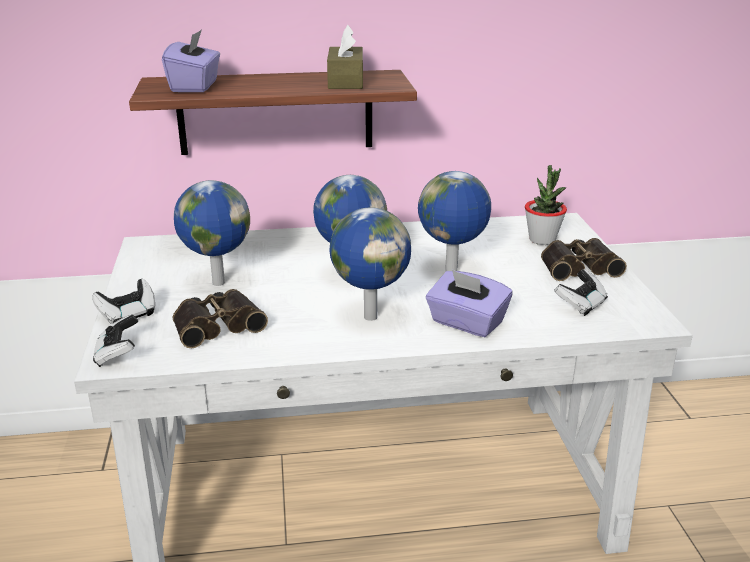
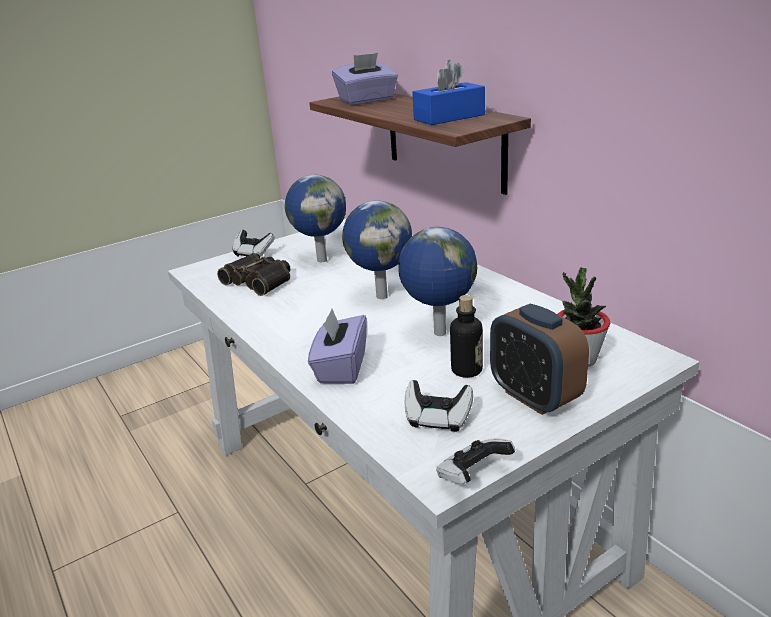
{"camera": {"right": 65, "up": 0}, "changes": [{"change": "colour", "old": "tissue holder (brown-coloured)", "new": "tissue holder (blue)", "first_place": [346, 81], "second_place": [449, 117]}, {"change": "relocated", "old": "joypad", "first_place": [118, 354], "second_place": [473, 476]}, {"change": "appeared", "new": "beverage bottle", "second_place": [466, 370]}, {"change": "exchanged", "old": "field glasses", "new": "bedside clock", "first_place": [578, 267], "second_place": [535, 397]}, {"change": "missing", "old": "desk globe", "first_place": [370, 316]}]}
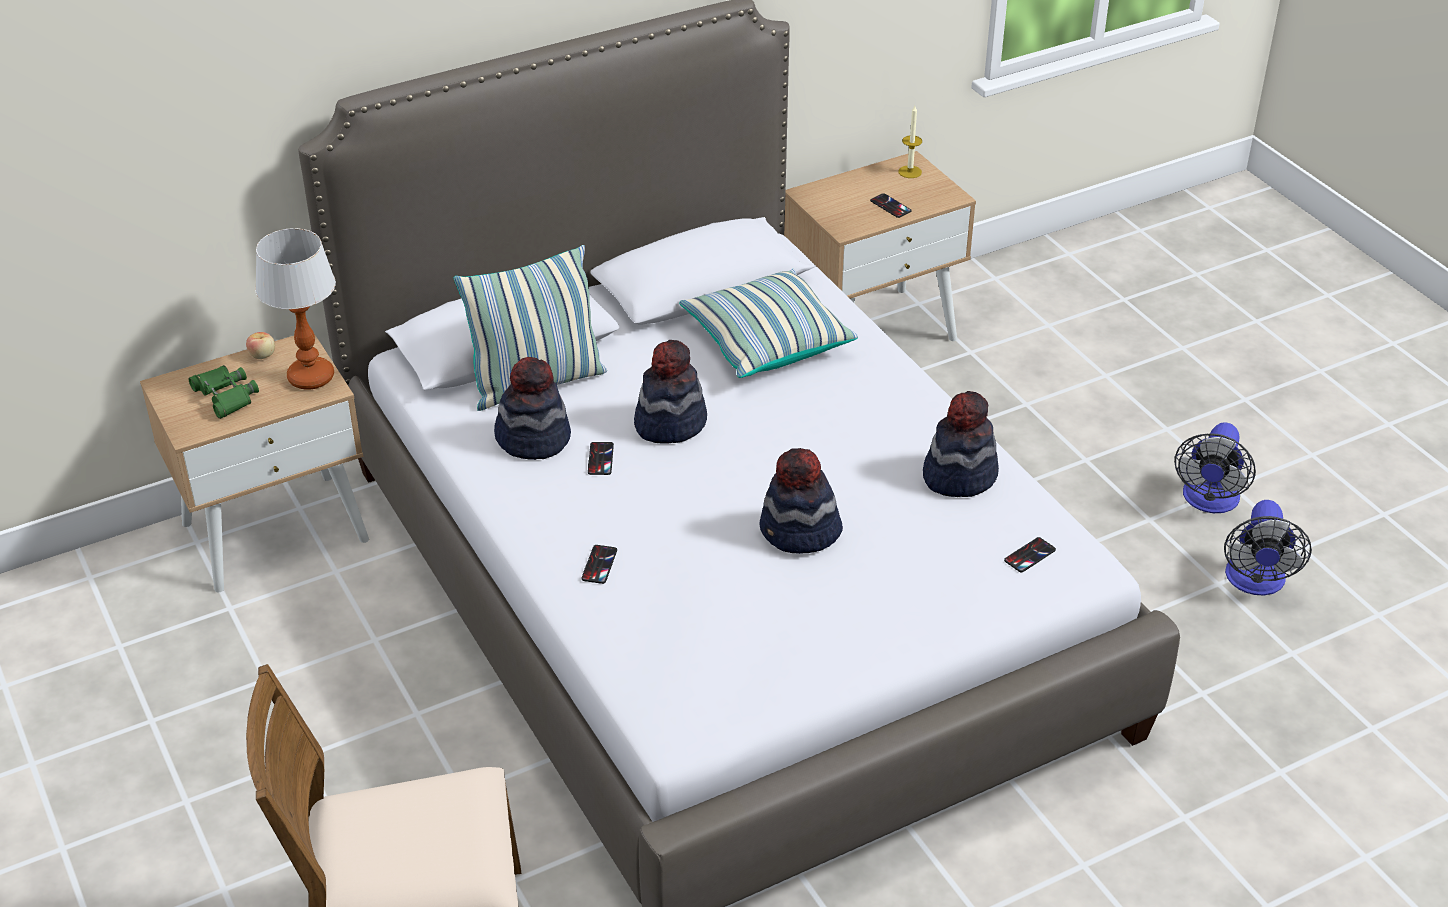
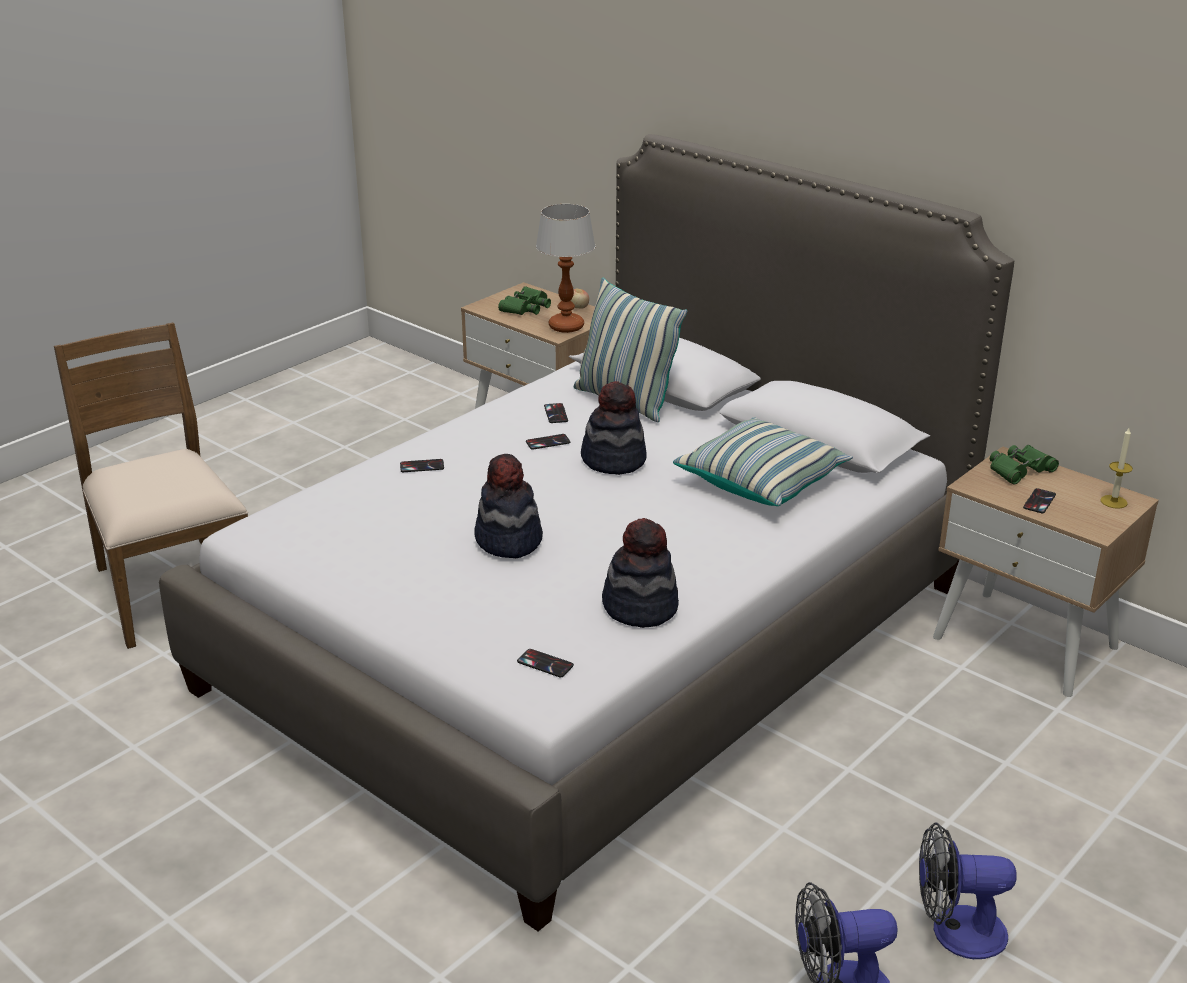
{"camera": {"right": 70, "up": -10}, "changes": [{"change": "exchanged", "old": "clothing hat", "new": "phone", "first_place": [533, 438], "second_place": [556, 413]}, {"change": "appeared", "new": "field glasses (greenish)", "second_place": [1020, 470]}]}
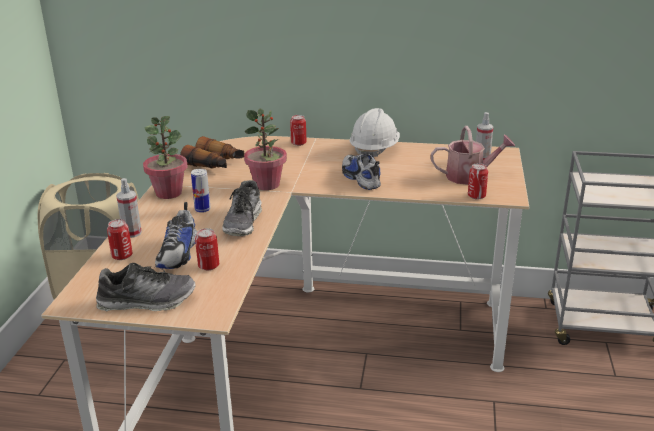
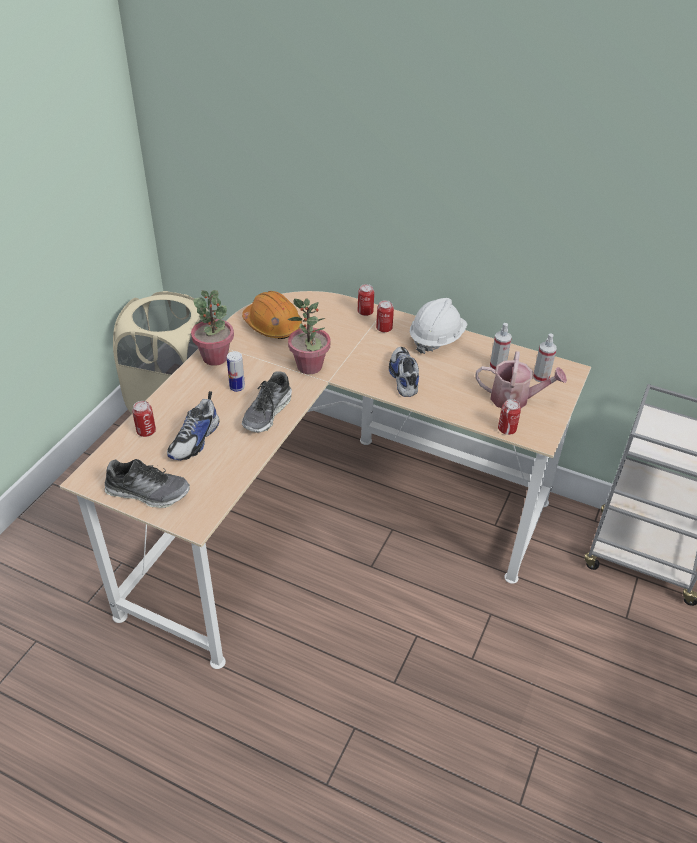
{"camera": {"right": 15, "up": 15}, "changes": [{"change": "exchanged", "old": "field glasses", "new": "hard hat (orangey)", "first_place": [215, 164], "second_place": [272, 325]}, {"change": "relocated", "old": "sealed can", "first_place": [208, 266], "second_place": [384, 328]}, {"change": "relocated", "old": "hand sprayer", "first_place": [132, 233], "second_place": [497, 366]}]}
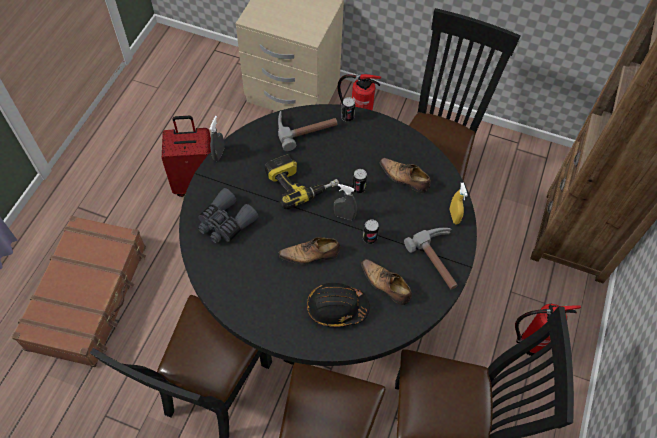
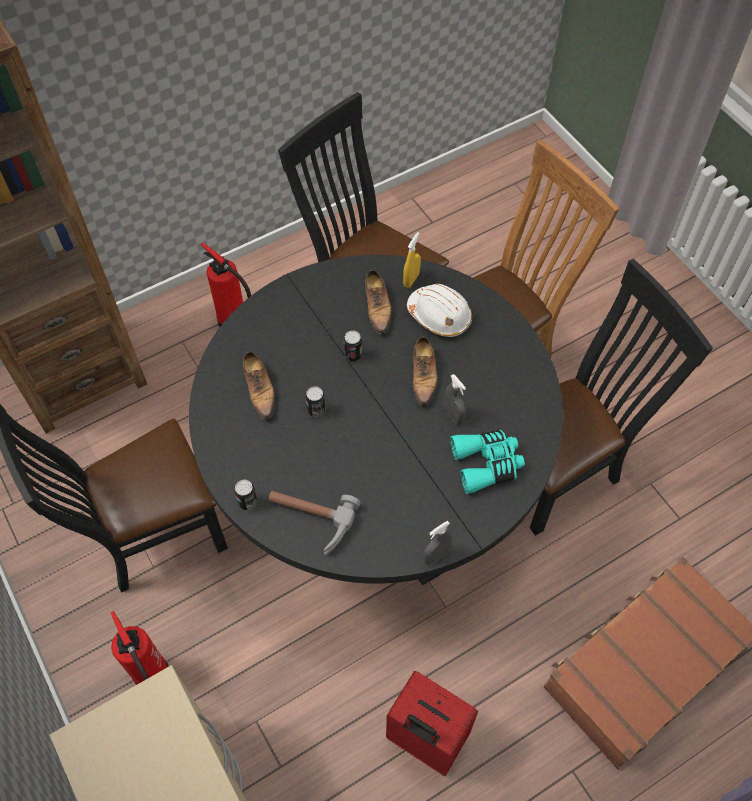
{"camera": {"right": -140, "up": 0}, "changes": [{"change": "relocated", "old": "hand sprayer (yellowish)", "first_place": [454, 216], "second_place": [411, 280]}, {"change": "colour", "old": "hard hat (black)", "new": "hard hat (white)", "first_place": [336, 308], "second_place": [439, 316]}, {"change": "spun", "old": "item of footwear", "first_place": [311, 255], "second_place": [424, 375], "degrees": 60}, {"change": "relocated", "old": "hand sprayer (greyish)", "first_place": [344, 216], "second_place": [453, 415]}, {"change": "colour", "old": "field glasses (greyish)", "new": "field glasses (blue-green)", "first_place": [225, 223], "second_place": [487, 464]}, {"change": "missing", "old": "power drill", "first_place": [300, 183]}, {"change": "missing", "old": "tool hammer", "first_place": [440, 260]}]}
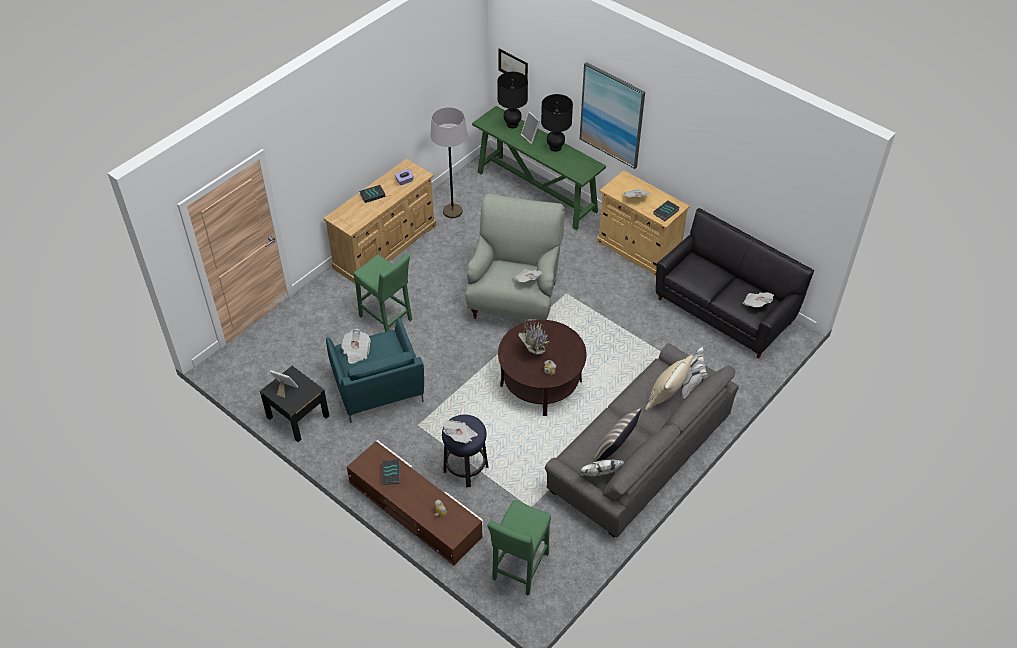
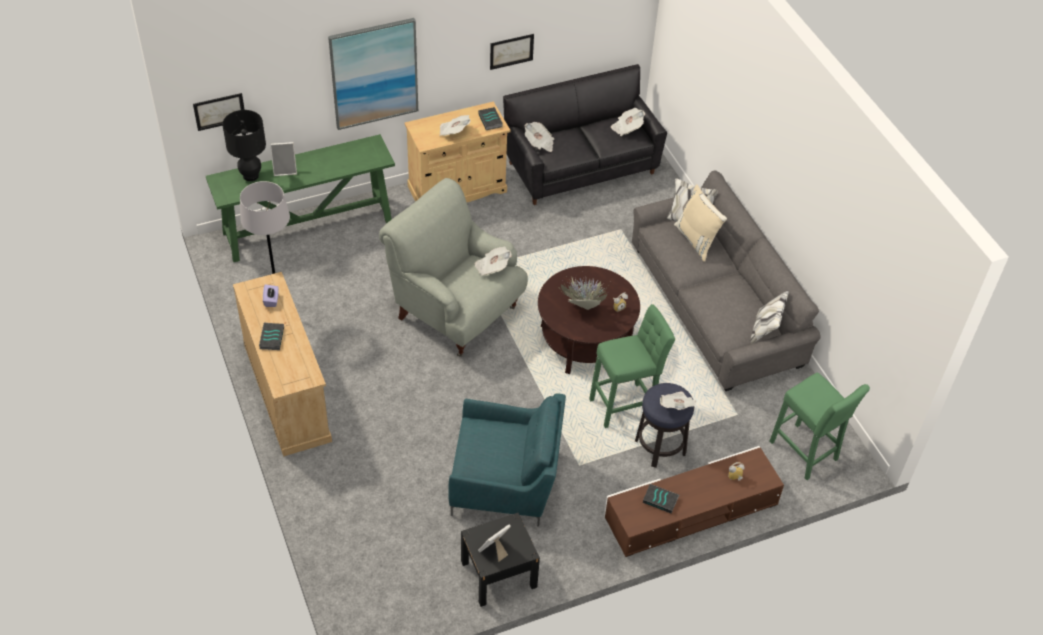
{"camera": {"right": -65, "up": 0}, "changes": [{"change": "appeared", "new": "wall art", "second_place": [511, 51]}, {"change": "relocated", "old": "printed paper", "first_place": [356, 352], "second_place": [539, 143]}, {"change": "relocated", "old": "stool seat (greenish)", "first_place": [387, 320], "second_place": [626, 405]}, {"change": "missing", "old": "lamp for a table (black)", "first_place": [555, 147]}, {"change": "missing", "old": "throw pillow", "first_place": [615, 450]}]}
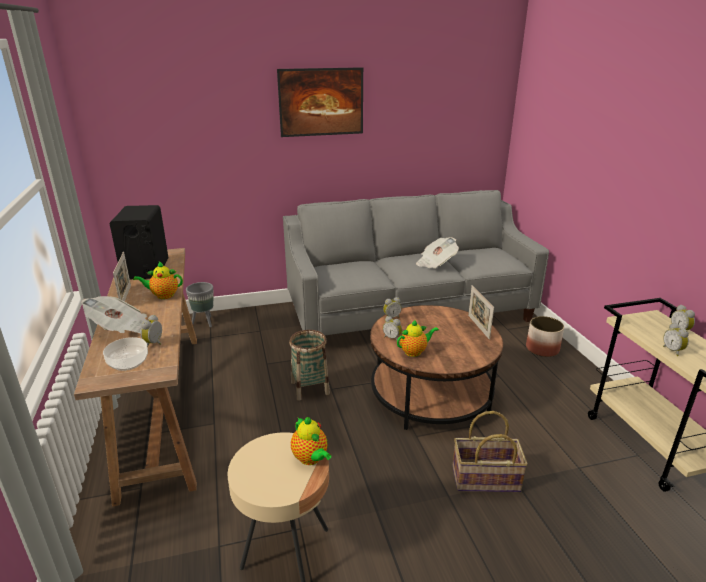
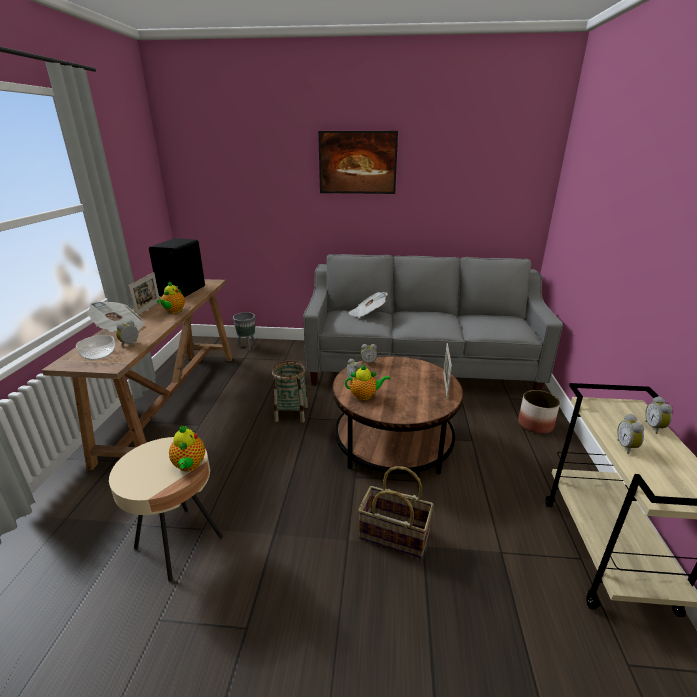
{"camera": {"right": 20, "up": 0}, "changes": [{"change": "spun", "old": "pot for tea", "first_place": [163, 295], "second_place": [173, 311], "degrees": -90}, {"change": "relocated", "old": "printed paper", "first_place": [436, 263], "second_place": [367, 314]}]}
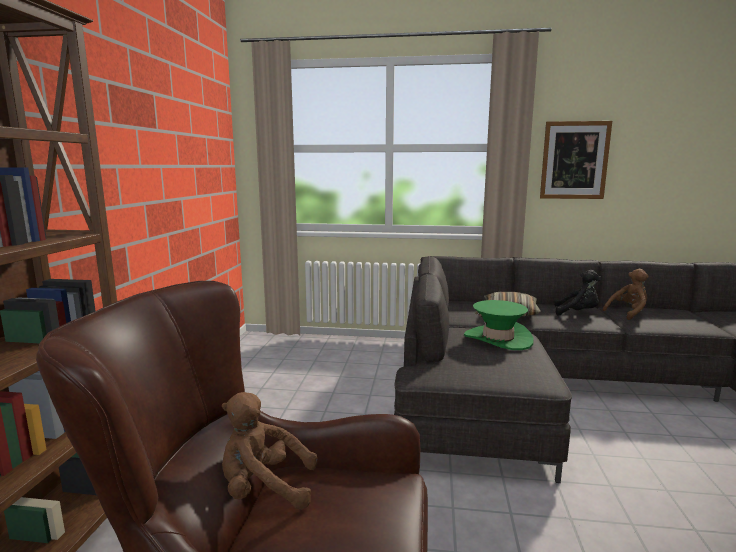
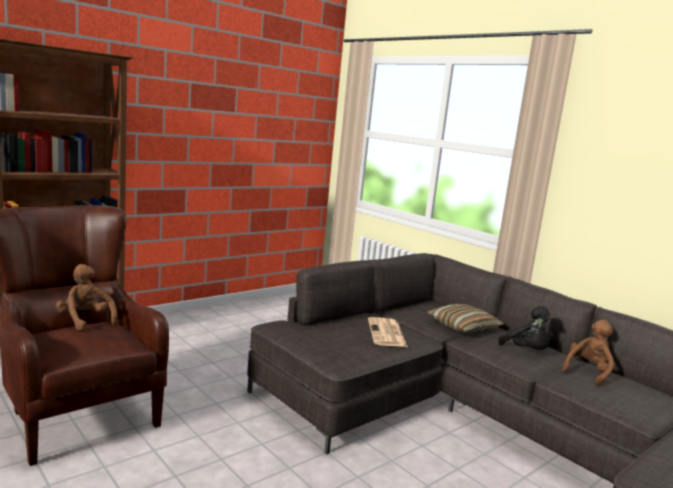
{"camera": {"right": 40, "up": 0}, "changes": [{"change": "exchanged", "old": "clothing hat (greenish)", "new": "printed paper", "first_place": [498, 339], "second_place": [387, 333]}, {"change": "spun", "old": "soft toy (brown-coloured)", "first_place": [628, 313], "second_place": [588, 373], "degrees": -60}, {"change": "missing", "old": "wall art", "first_place": [574, 160]}]}
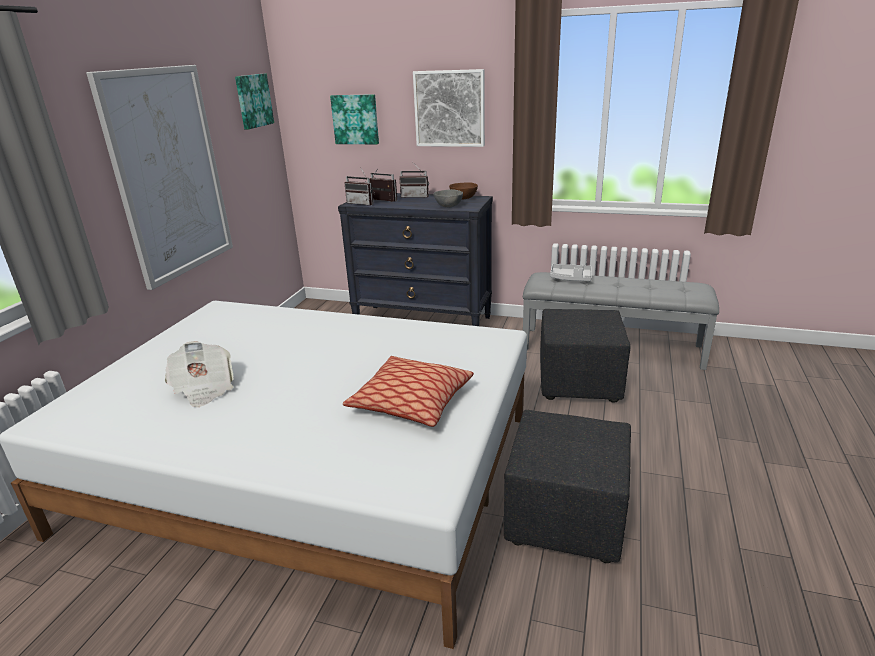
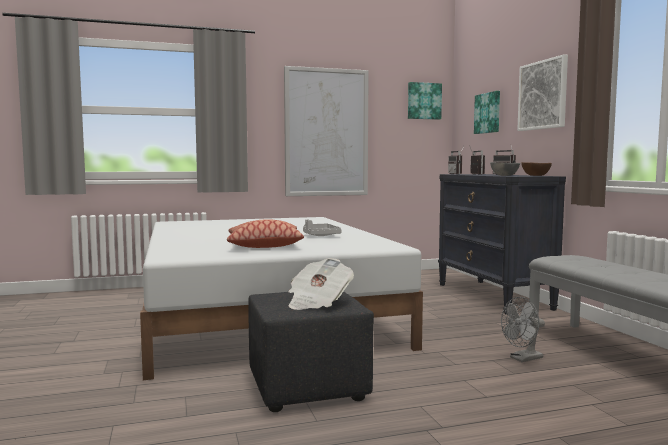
{"camera": {"right": 55, "up": -20}, "changes": [{"change": "relocated", "old": "printed paper", "first_place": [203, 389], "second_place": [318, 302]}, {"change": "relocated", "old": "tray (greyish)", "first_place": [571, 278], "second_place": [319, 235]}, {"change": "exchanged", "old": "footrest (black)", "new": "cooling fan (greyish)", "first_place": [579, 383], "second_place": [523, 359]}]}
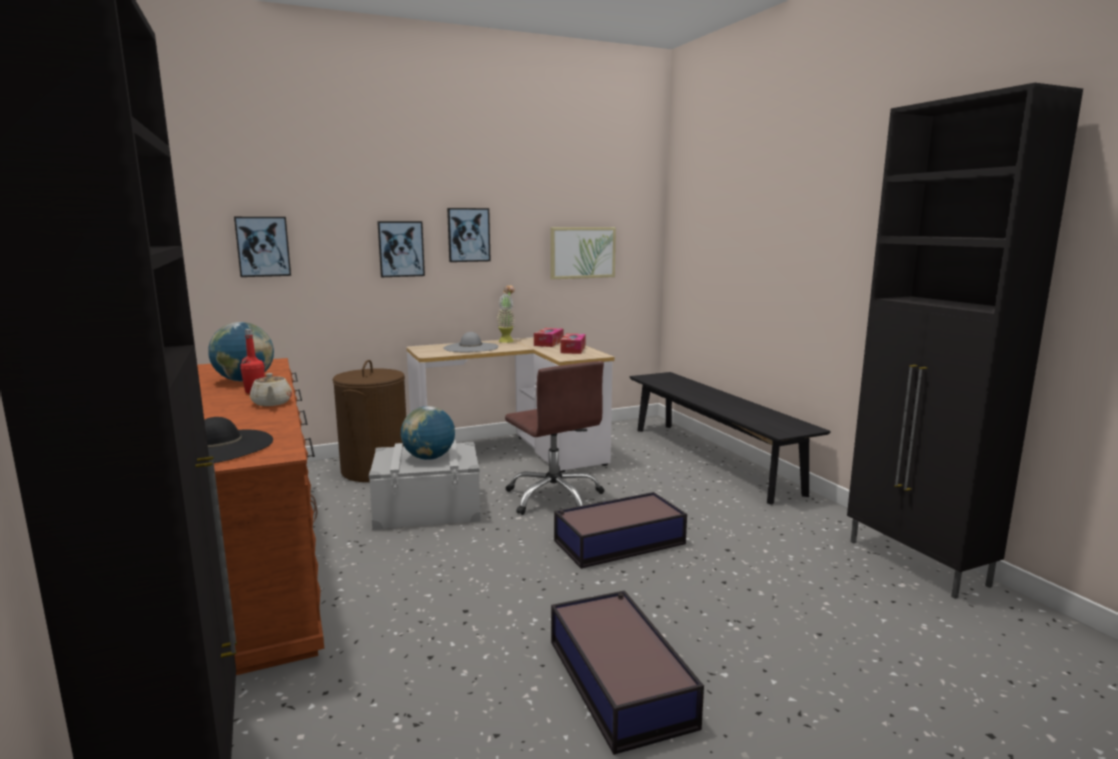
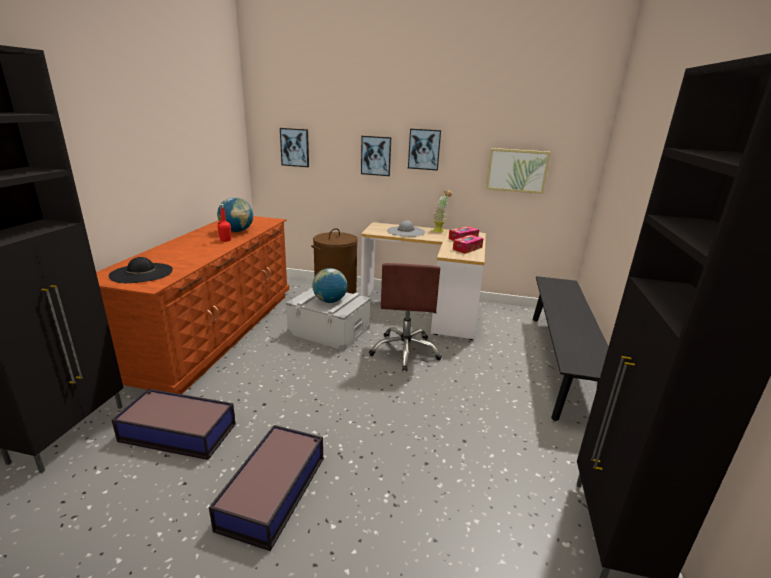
{"camera": {"right": 35, "up": 10}, "changes": [{"change": "relocated", "old": "storage box", "first_place": [617, 542], "second_place": [177, 432]}, {"change": "missing", "old": "pot for tea (beige)", "first_place": [272, 403]}]}
